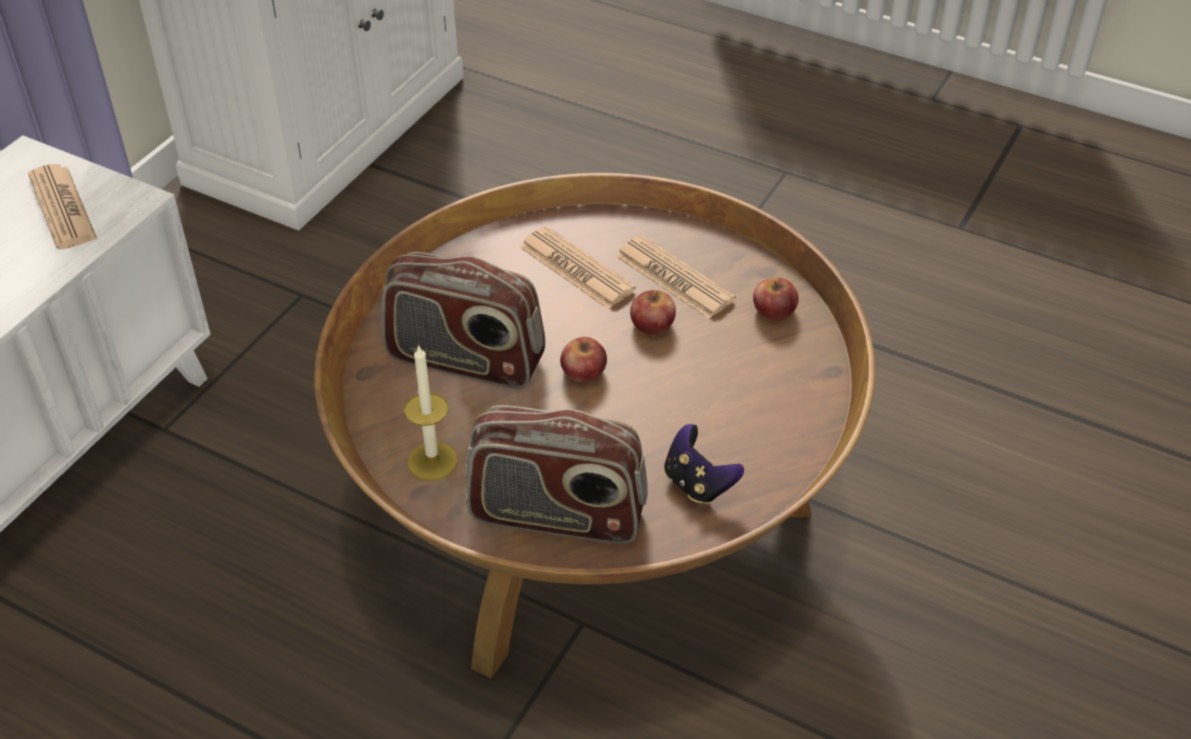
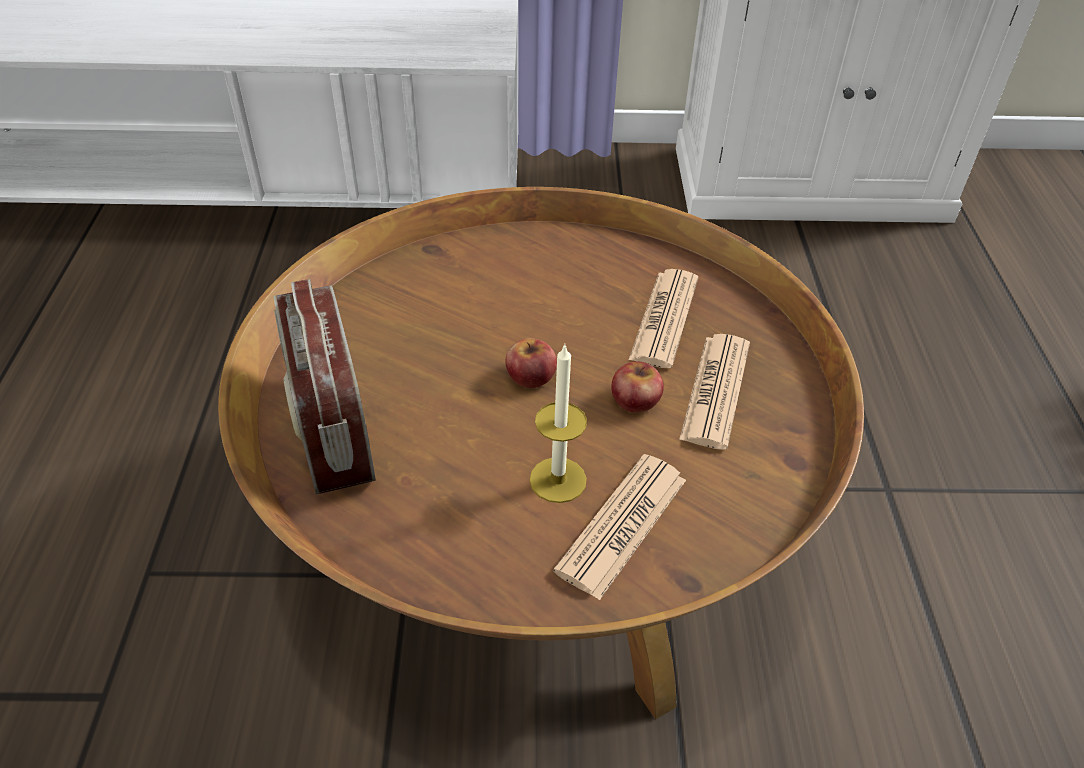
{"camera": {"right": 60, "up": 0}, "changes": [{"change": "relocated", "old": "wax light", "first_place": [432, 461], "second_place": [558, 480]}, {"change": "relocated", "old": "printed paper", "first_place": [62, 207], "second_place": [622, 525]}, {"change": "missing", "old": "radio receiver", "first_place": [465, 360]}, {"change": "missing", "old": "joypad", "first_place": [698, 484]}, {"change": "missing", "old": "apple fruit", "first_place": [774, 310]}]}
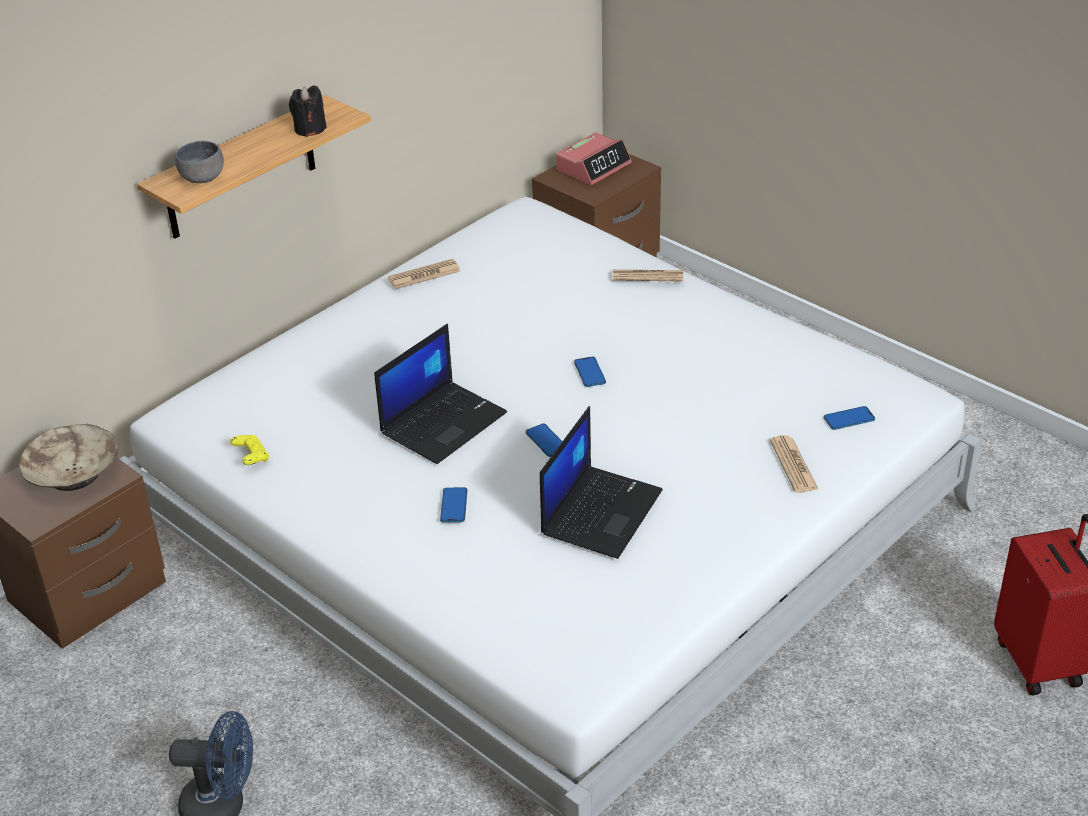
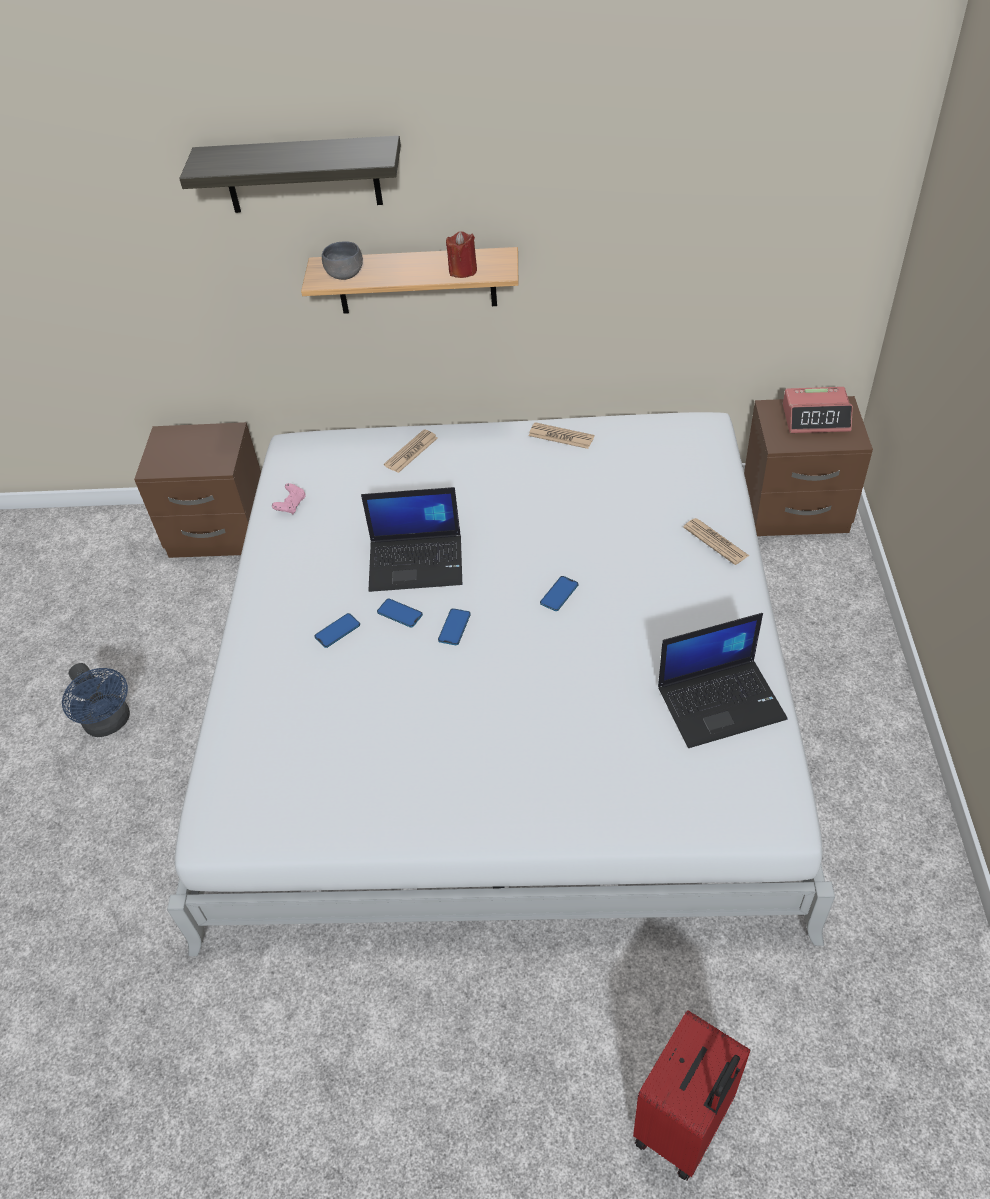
{"camera": {"right": 50, "up": 10}, "changes": [{"change": "appeared", "new": "wall shelf", "second_place": [302, 175]}, {"change": "colour", "old": "joypad (yellowish)", "new": "joypad (pink)", "first_place": [251, 457], "second_place": [291, 505]}, {"change": "relocated", "old": "phone", "first_place": [849, 419], "second_place": [399, 614]}, {"change": "relocated", "old": "printed paper", "first_place": [793, 465], "second_place": [411, 452]}, {"change": "colour", "old": "wax light (black)", "new": "wax light (reddish)", "first_place": [310, 129], "second_place": [463, 271]}, {"change": "relocated", "old": "portable computer", "first_place": [601, 511], "second_place": [721, 701]}, {"change": "missing", "old": "serving bowl (beige)", "first_place": [74, 473]}]}
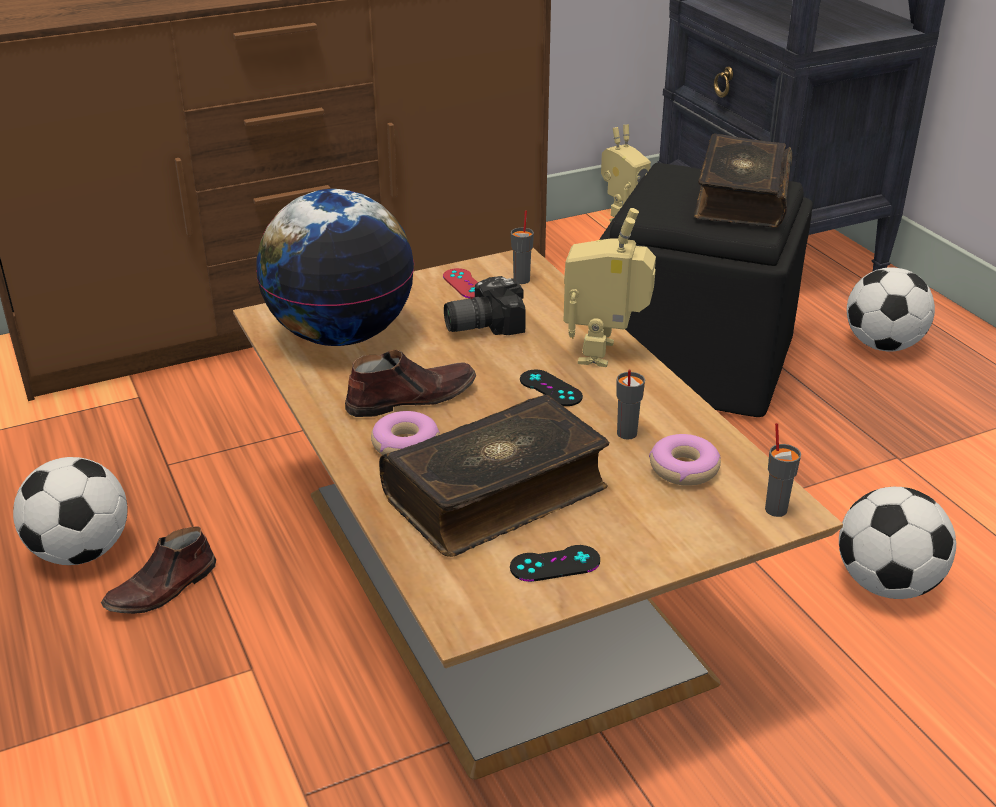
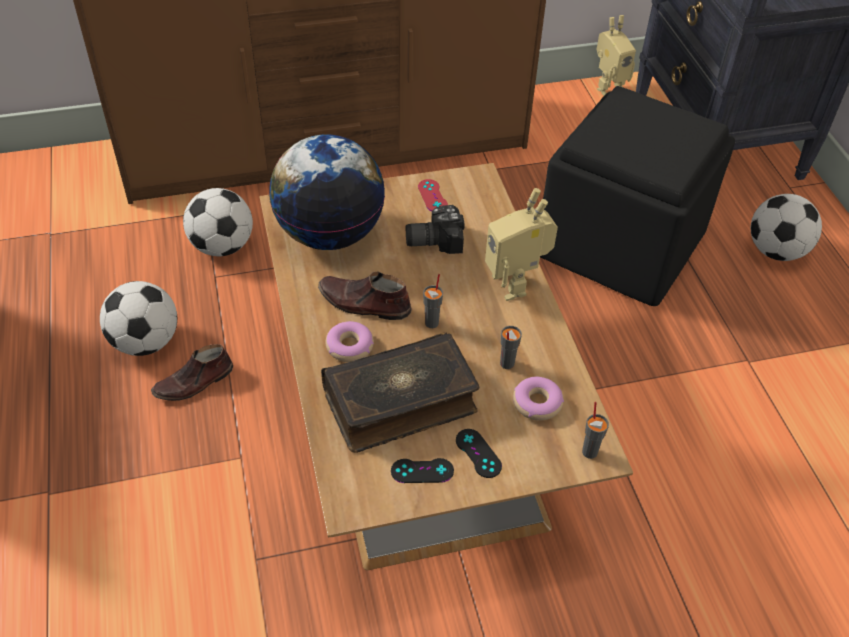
{"camera": {"right": 10, "up": 15}, "changes": [{"change": "relocated", "old": "football ball", "first_place": [887, 584], "second_place": [223, 246]}, {"change": "spun", "old": "item of footwear (brown-coloured)", "first_place": [410, 398], "second_place": [364, 304], "degrees": -150}, {"change": "relocated", "old": "drinking cup (greyish)", "first_place": [522, 280], "second_place": [432, 322]}, {"change": "relocated", "old": "joypad (black)", "first_place": [550, 388], "second_place": [478, 453]}, {"change": "spun", "old": "model robot", "first_place": [605, 354], "second_place": [515, 283], "degrees": -45}, {"change": "missing", "old": "volume", "first_place": [740, 198]}]}
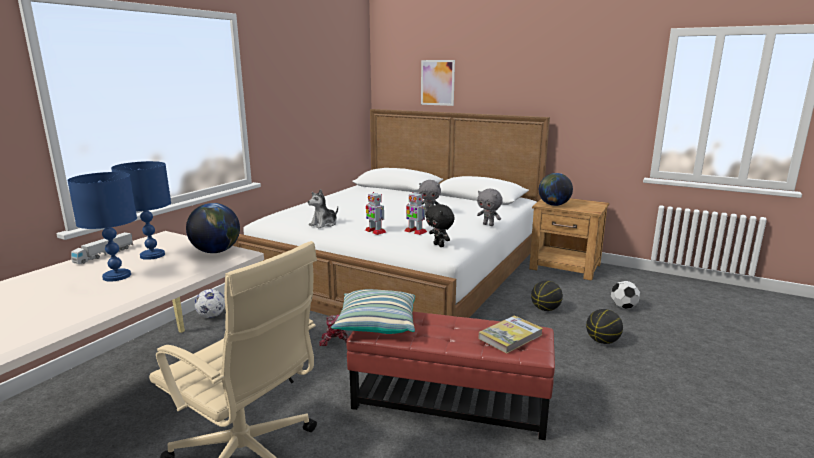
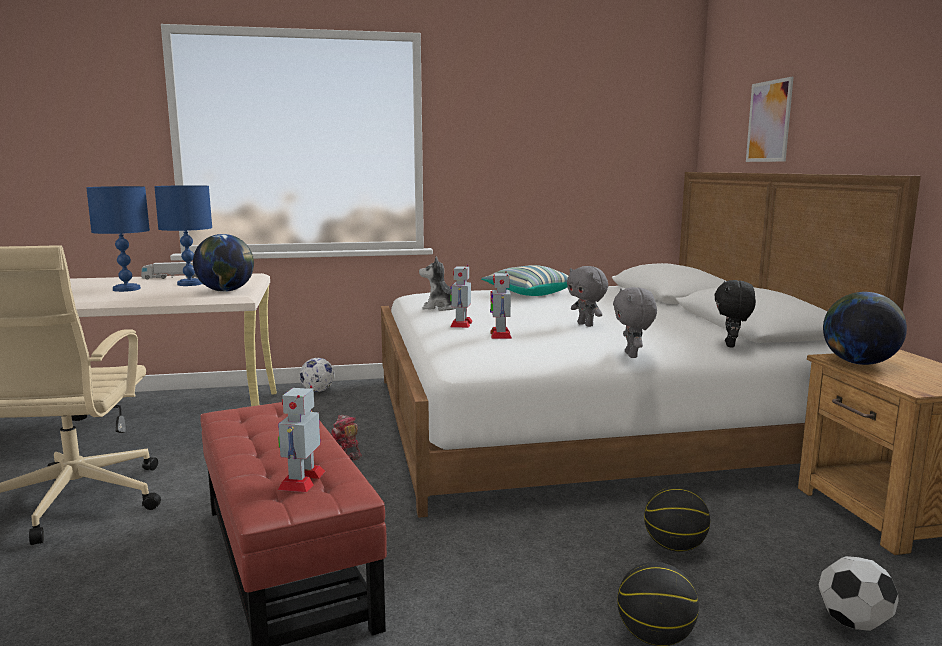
{"camera": {"right": 50, "up": -5}, "changes": [{"change": "exchanged", "old": "volume", "new": "model robot", "first_place": [510, 336], "second_place": [302, 480]}, {"change": "relocated", "old": "throw pillow", "first_place": [376, 324], "second_place": [528, 293]}, {"change": "relocated", "old": "soft toy (black)", "first_place": [439, 245], "second_place": [731, 345]}]}
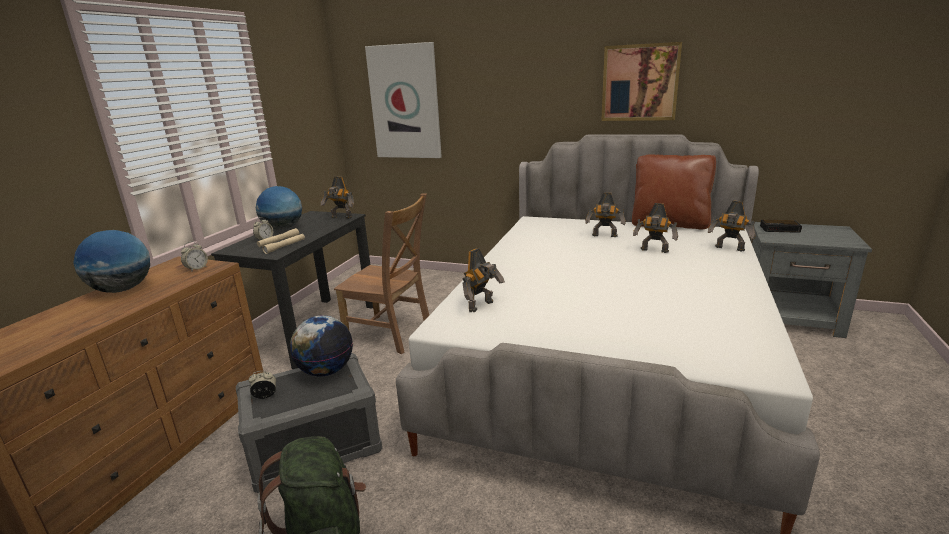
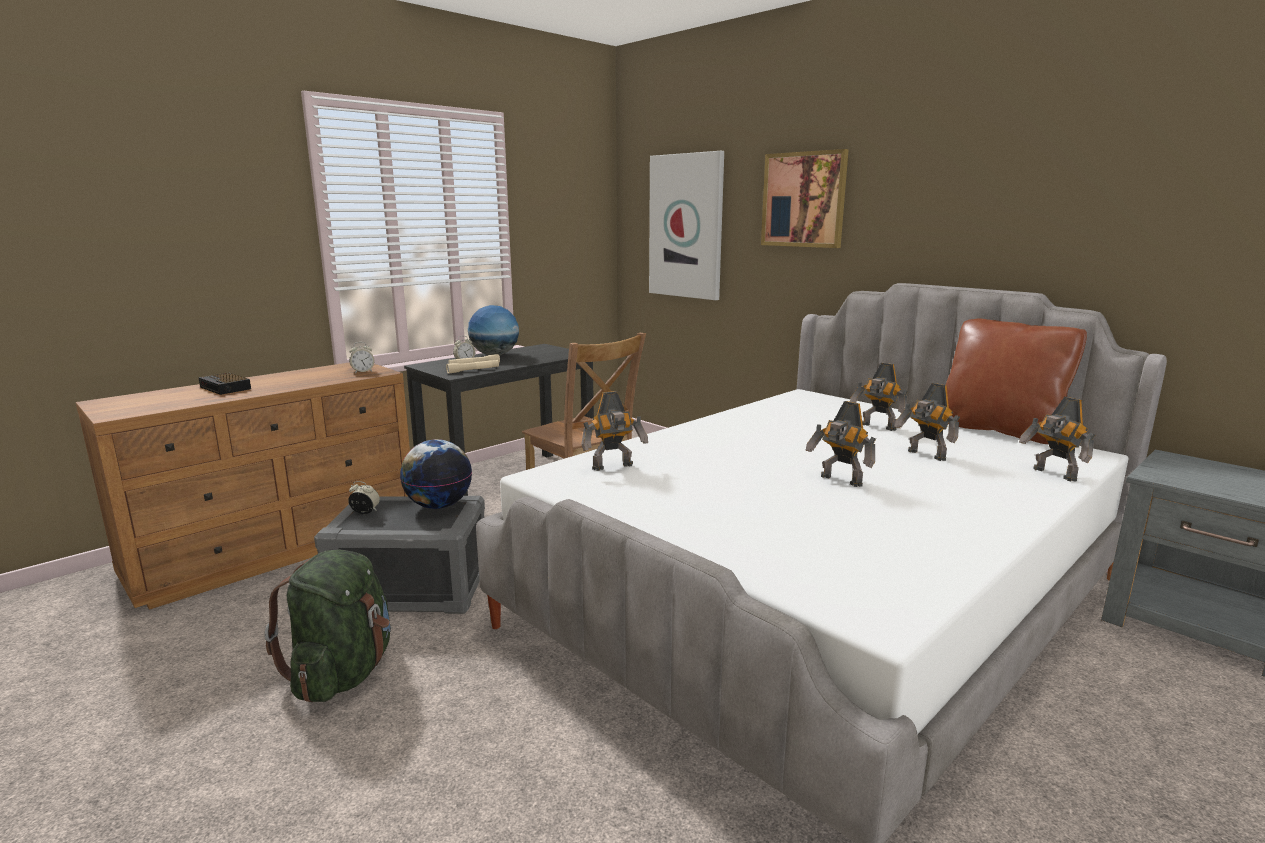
{"camera": {"right": 25, "up": -5}, "changes": [{"change": "relocated", "old": "bedside clock", "first_place": [780, 229], "second_place": [226, 388]}, {"change": "relocated", "old": "wall art", "first_place": [640, 83], "second_place": [804, 200]}, {"change": "relocated", "old": "model robot", "first_place": [341, 218], "second_place": [840, 481]}, {"change": "missing", "old": "desk globe", "first_place": [122, 289]}]}
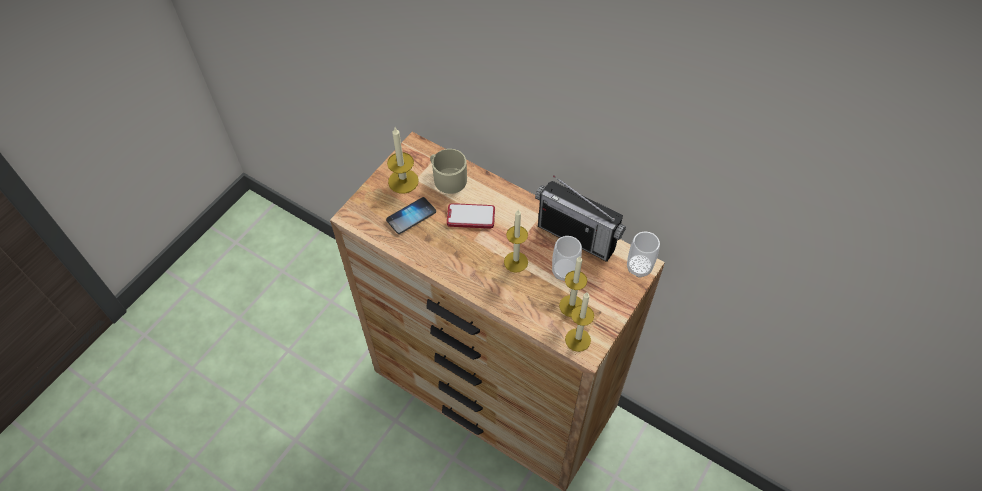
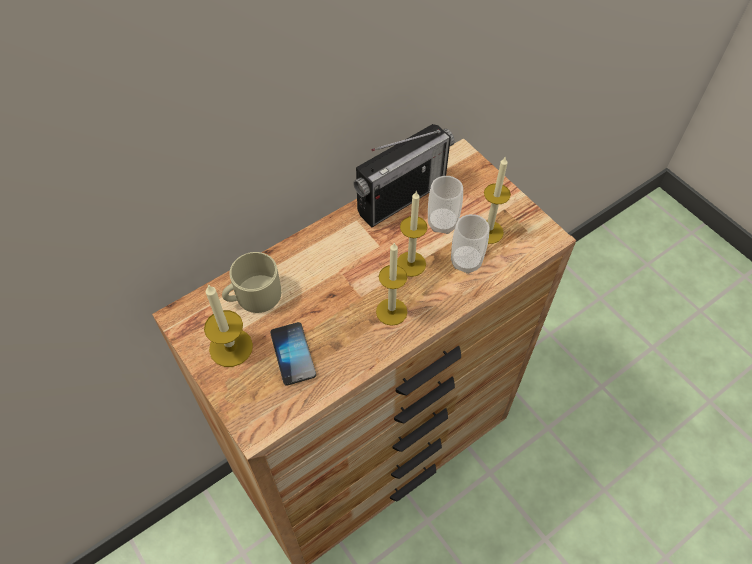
{"camera": {"right": -70, "up": 0}, "changes": [{"change": "relocated", "old": "wax light", "first_place": [577, 340], "second_place": [391, 311]}, {"change": "relocated", "old": "drinking cup", "first_place": [639, 267], "second_place": [466, 261]}, {"change": "missing", "old": "phone", "first_place": [471, 217]}]}
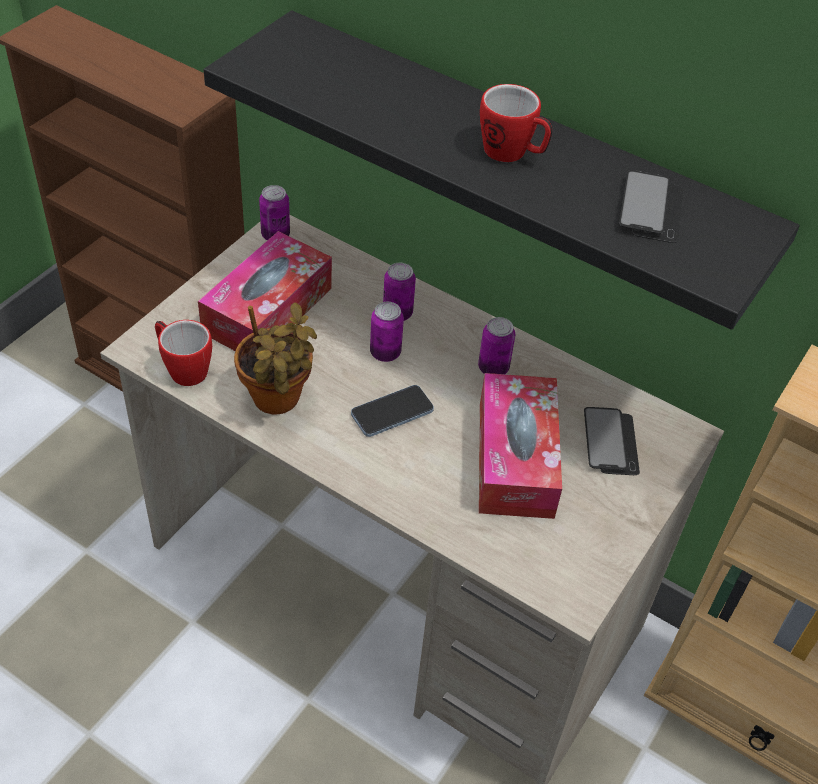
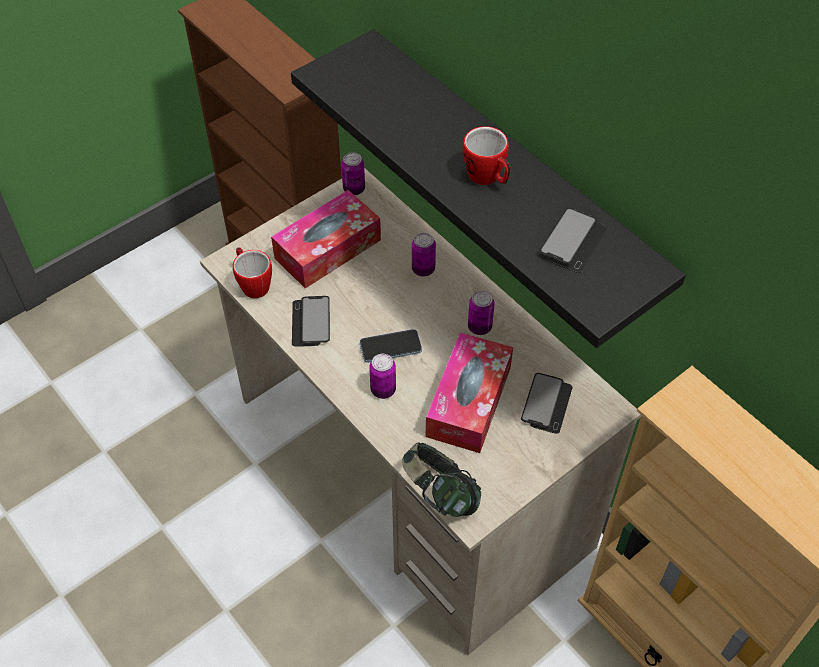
{"camera": {"right": 20, "up": 5}, "changes": [{"change": "exchanged", "old": "houseplant", "new": "phone", "first_place": [277, 402], "second_place": [311, 322]}, {"change": "relocated", "old": "sealed can", "first_place": [385, 353], "second_place": [383, 390]}, {"change": "appeared", "new": "headset", "second_place": [439, 494]}]}
